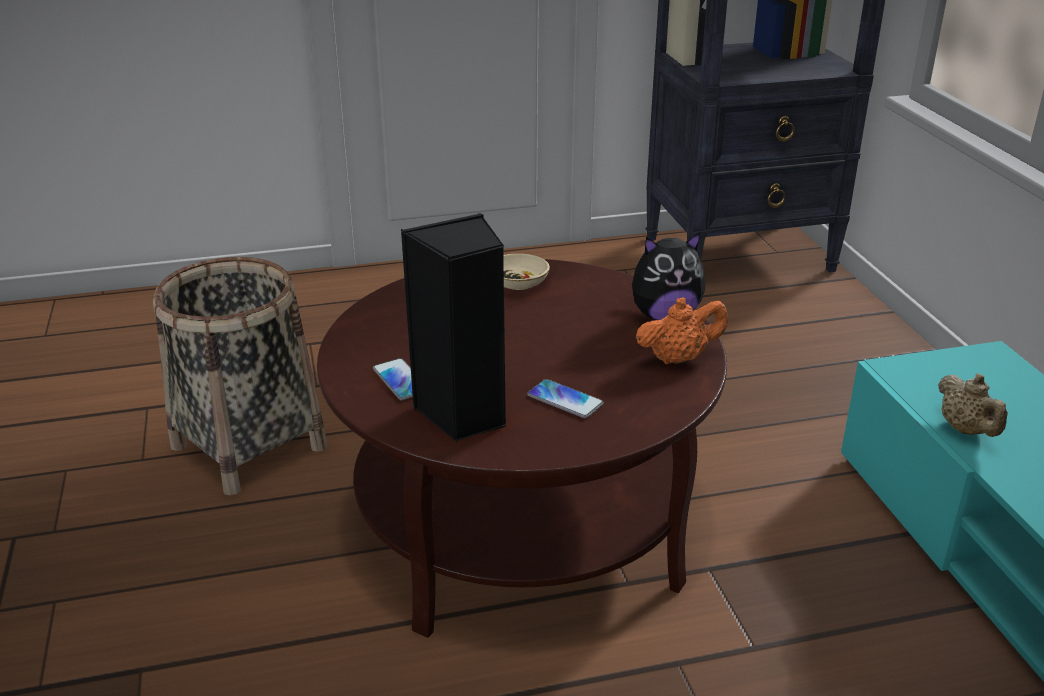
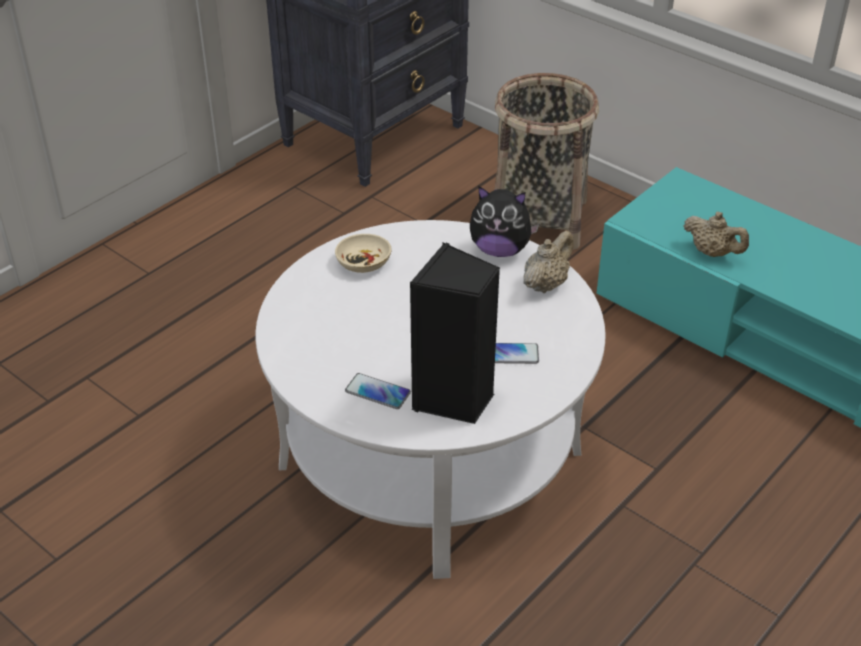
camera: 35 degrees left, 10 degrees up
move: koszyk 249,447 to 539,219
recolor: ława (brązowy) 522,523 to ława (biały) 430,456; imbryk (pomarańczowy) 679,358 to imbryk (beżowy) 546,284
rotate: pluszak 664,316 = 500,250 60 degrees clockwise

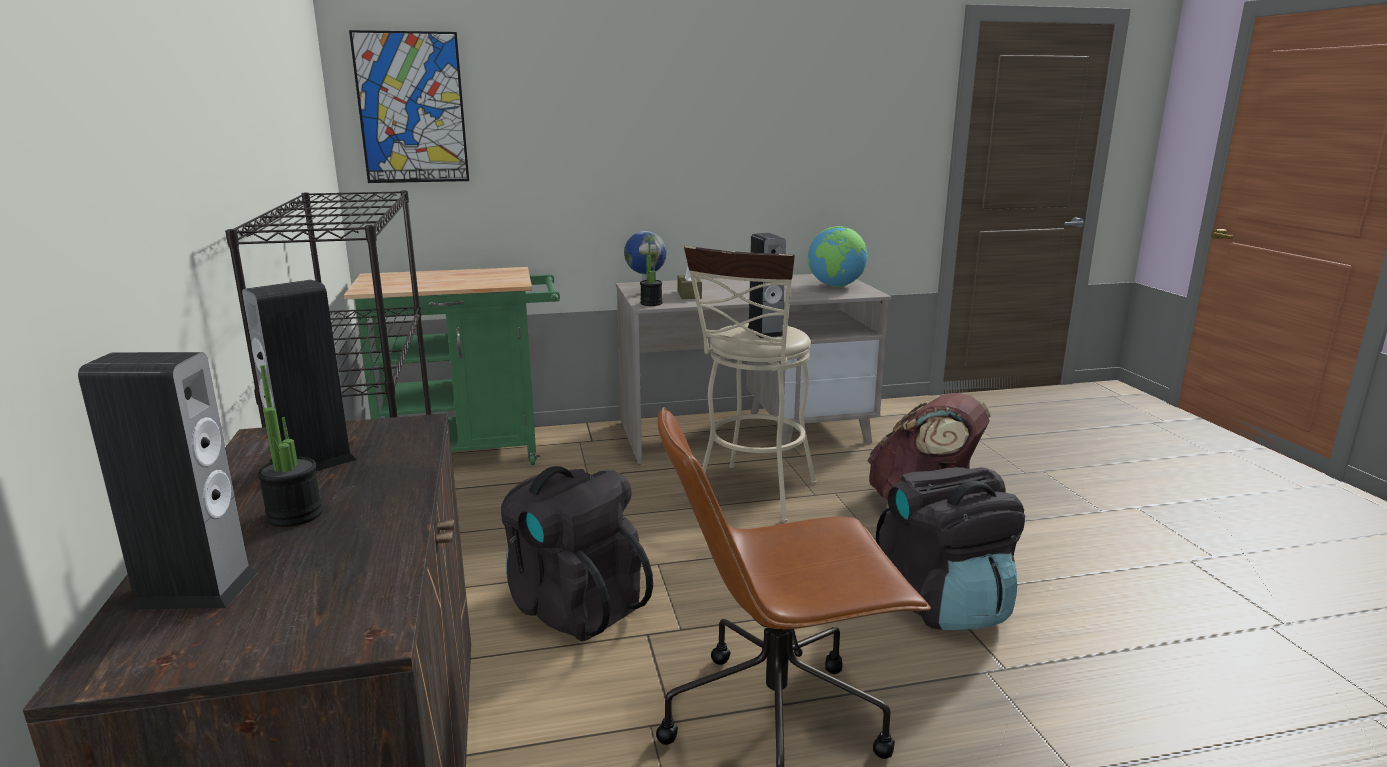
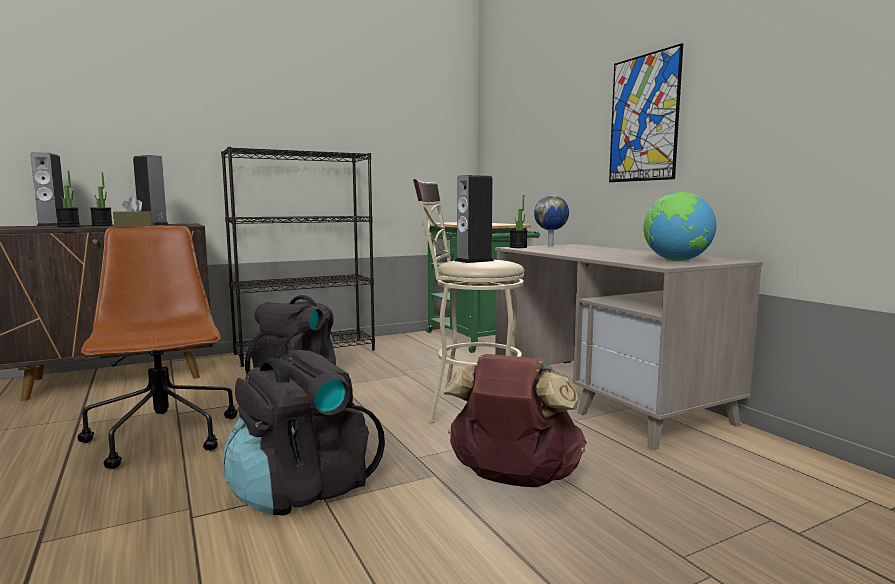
camera: 75 degrees right, 10 degrees down
insert: roślina doniczkowa 69,226
move: obraz 411,108 to 644,118; pudełko chusteczek (brązowy) 689,294 to 134,226

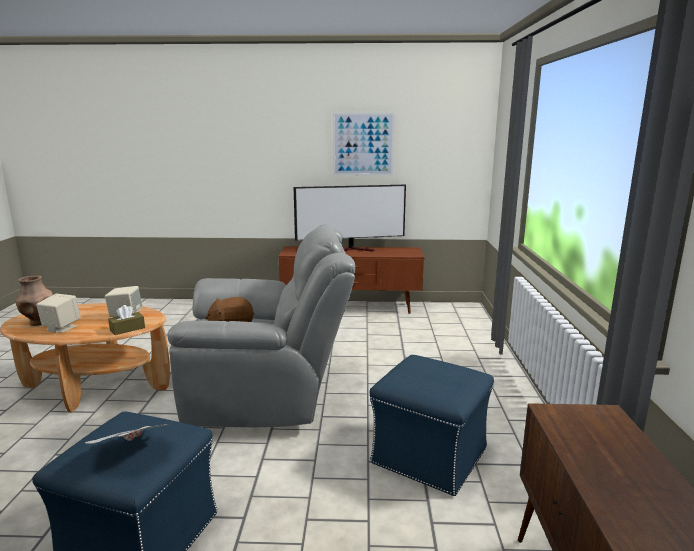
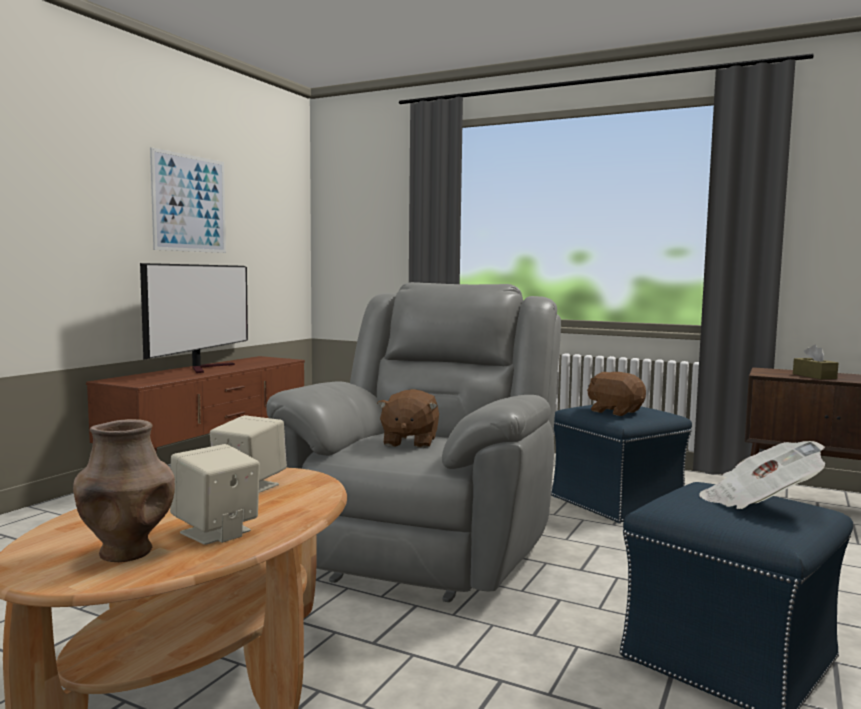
camera: 65 degrees left, 10 degrees down
insert: pluszak (brązowy) 615,412
move: pudełko chusteczek (brązowy) 127,329 to 814,376

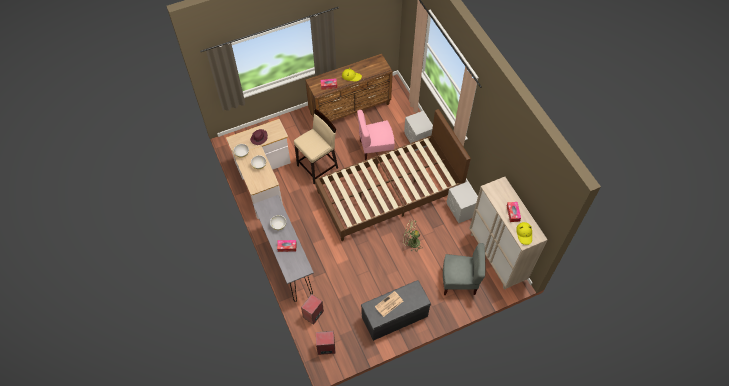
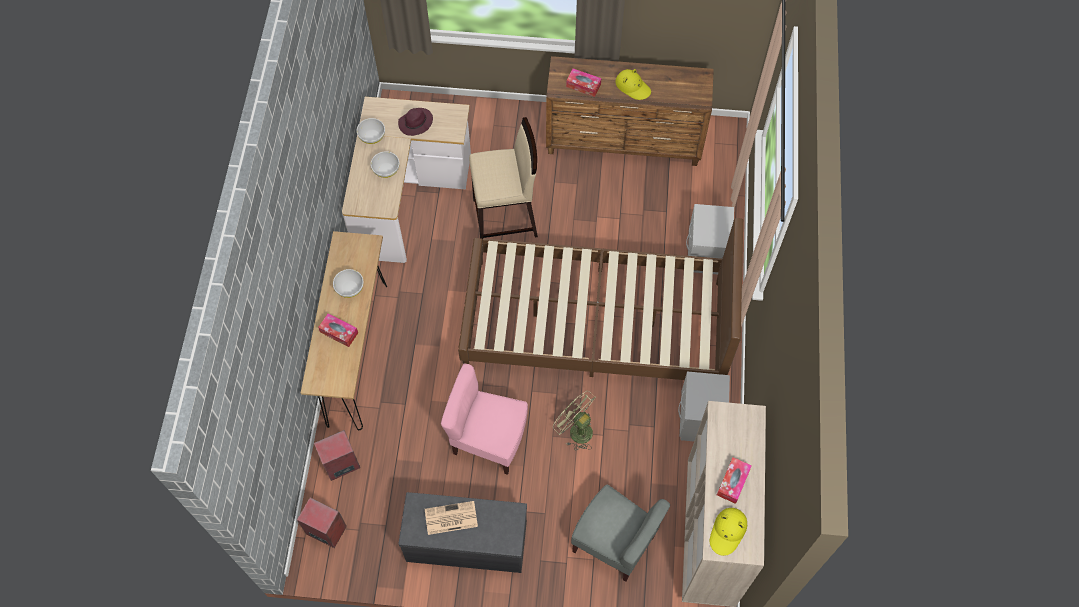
camera: 30 degrees right, 5 degrees up
move: krzesło (różowy) 375,148 to 489,439
recolor: stolik konsolowy (szary) 287,261 to stolik konsolowy (brązowy) 357,353

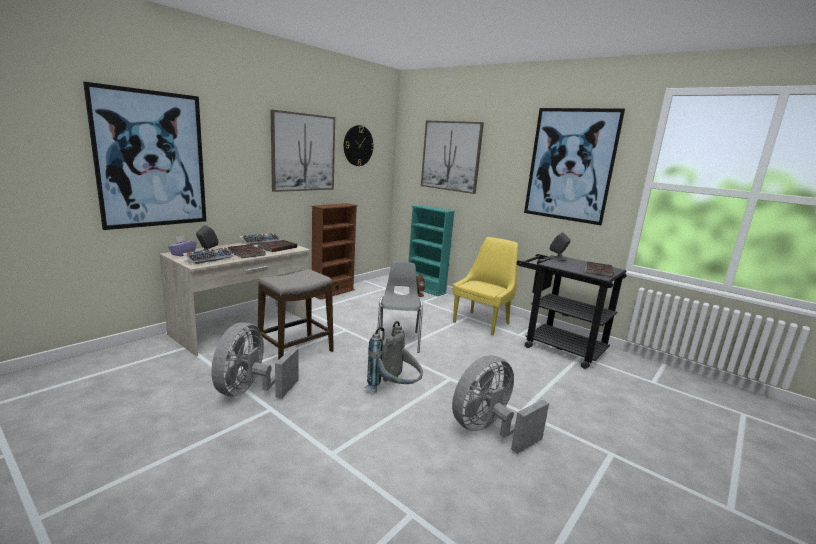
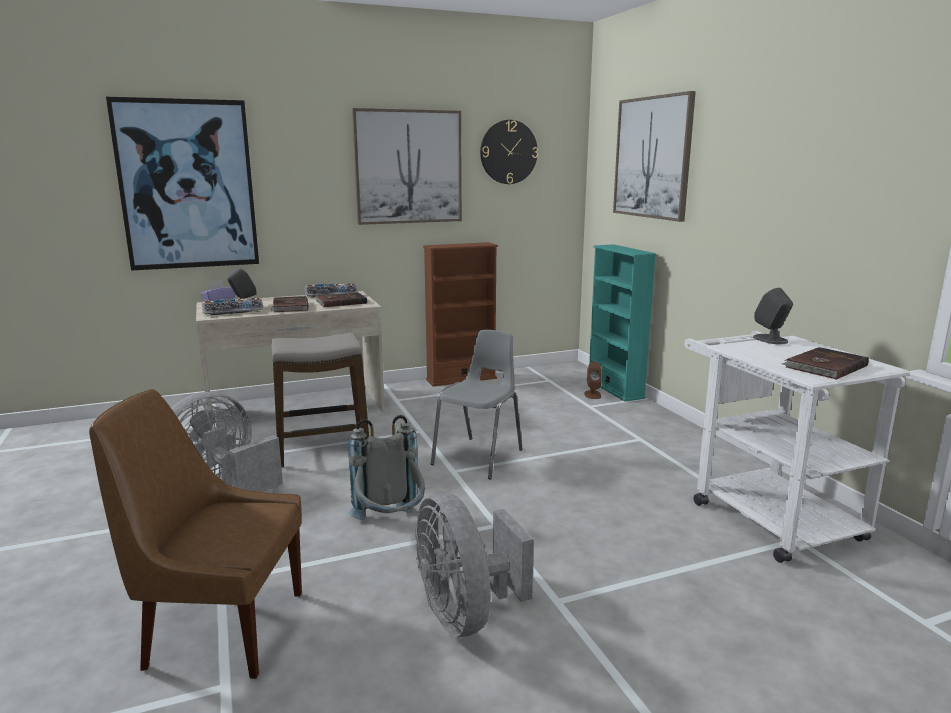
camera: 30 degrees right, 0 degrees up
delete: obraz 570,165; krzesło (żółty) 482,322
insert: krzesło (brązowy) 220,629
recolor: wózek (czarny) 557,346 to wózek (biały) 765,514
rotate: wentylator (szary) 489,430 = 466,614 105 degrees counterclockwise

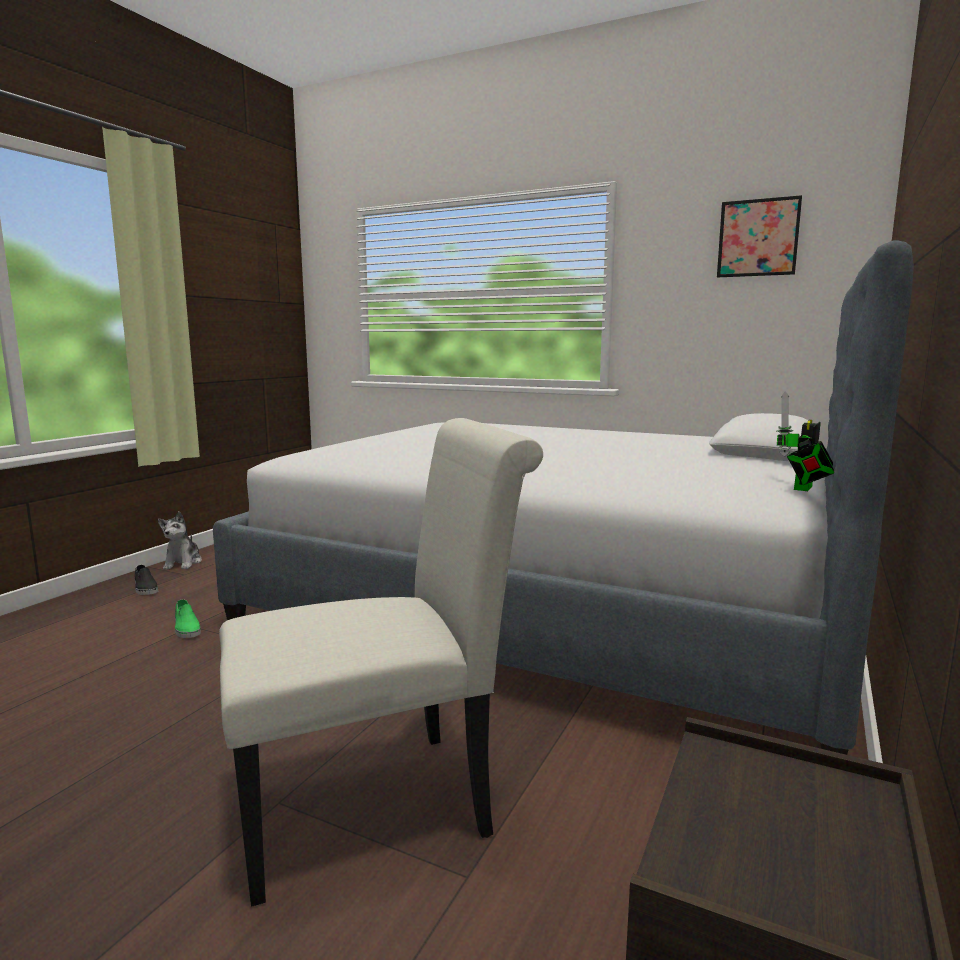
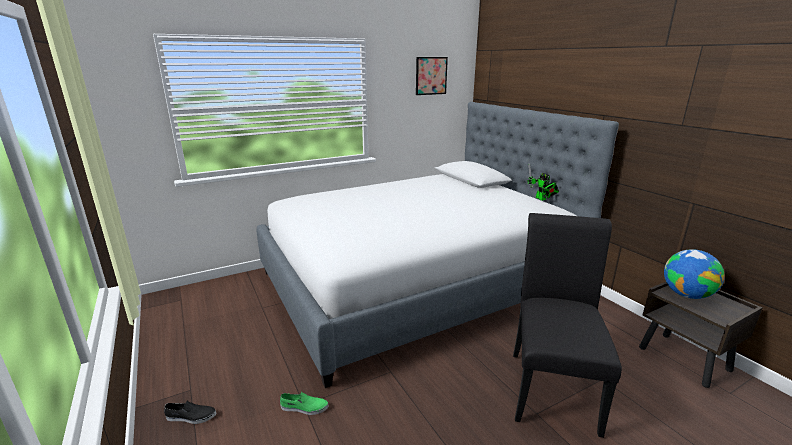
camera: 55 degrees left, 10 degrees up
delete: pluszak 183,563
insert: globus 686,294
recolor: krzesło (biały) 381,803 to krzesło (czarny) 551,384

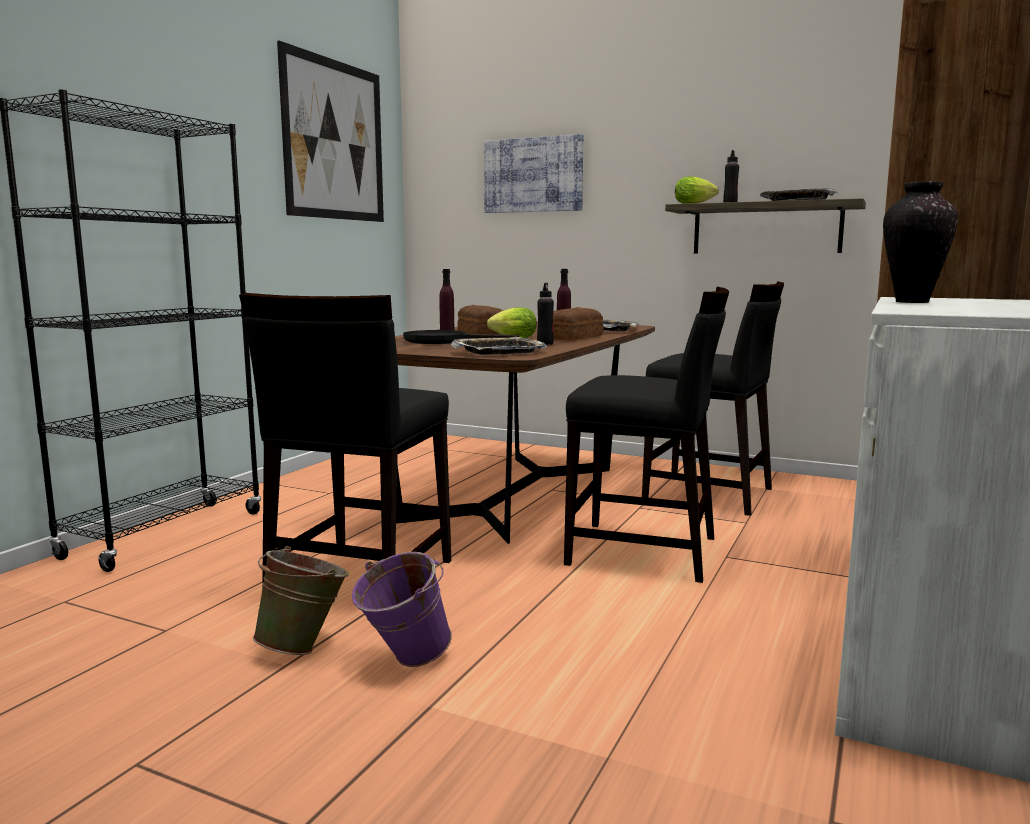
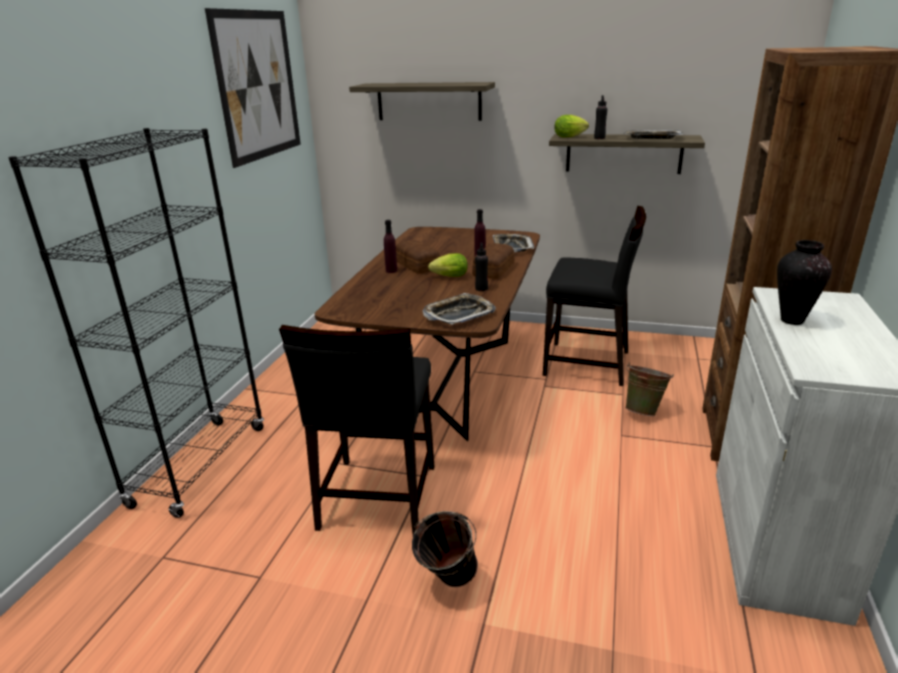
camera: 10 degrees left, 15 degrees up
delete: krzesło (czarny) 644,551; patelnia (czarny) 445,341
move: wiadro (zielony) 305,647 to 644,411
replace: obraz 533,175 to półka 429,101
recolor: wiadro (fioletowy) 403,662 to wiadro (czarny) 447,582

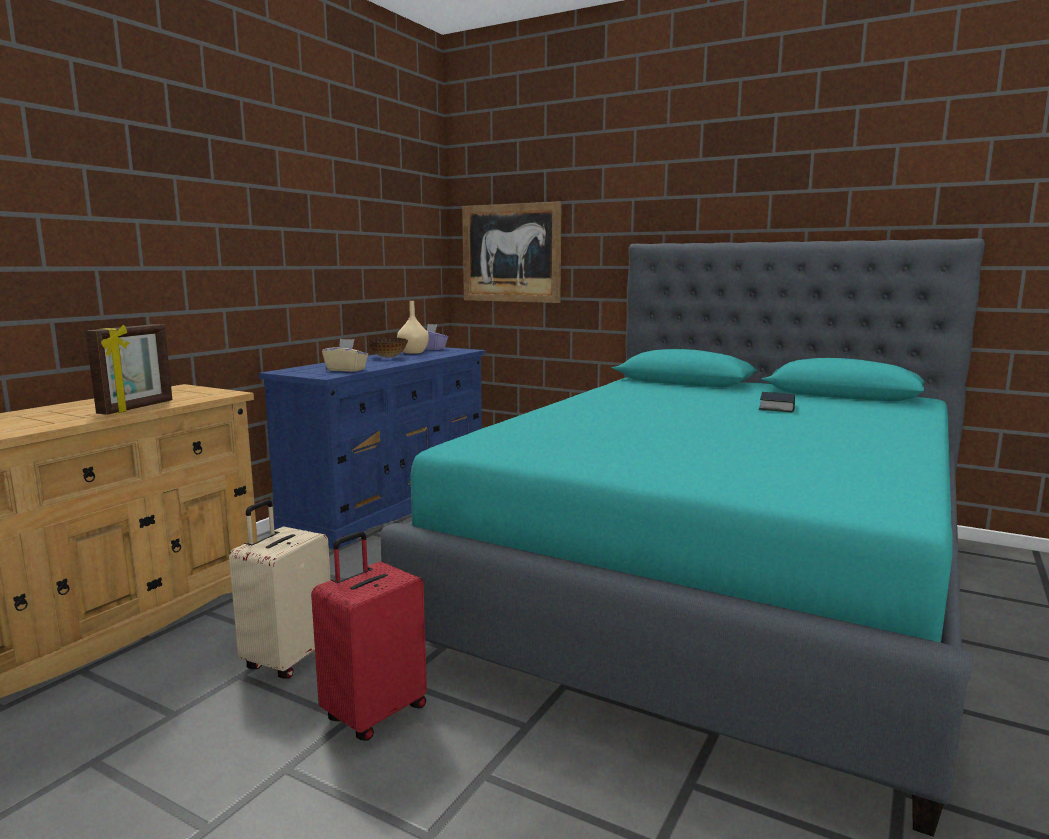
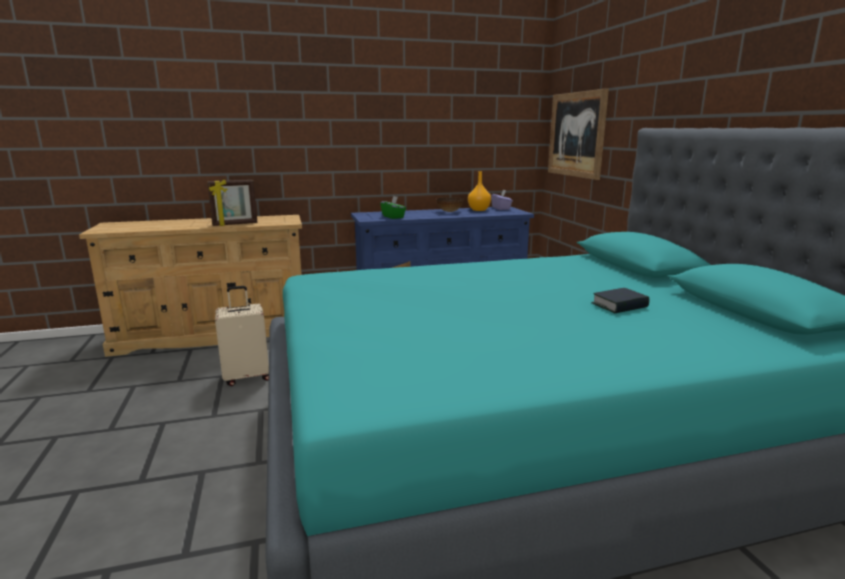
camera: 45 degrees right, 5 degrees up
delete: walizka (czerwony) 374,713
recolor: wazon (beżowy) 413,352 to wazon (pomarańczowy) 479,210; pudełko chusteczek (beżowy) 346,370 to pudełko chusteczek (zielony) 393,217

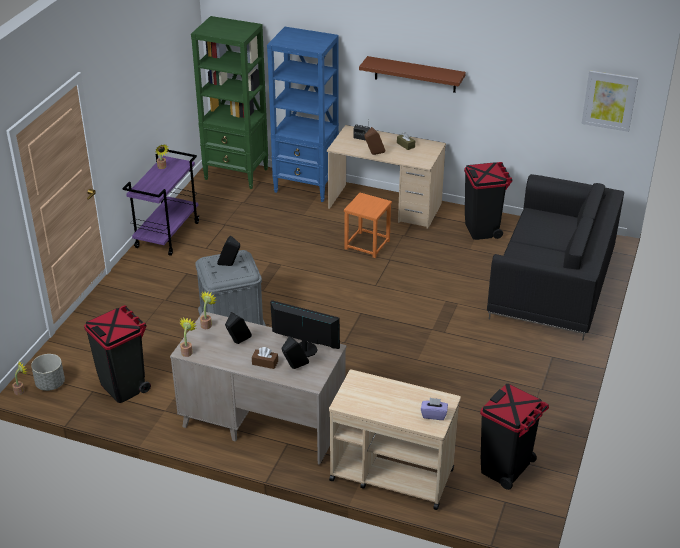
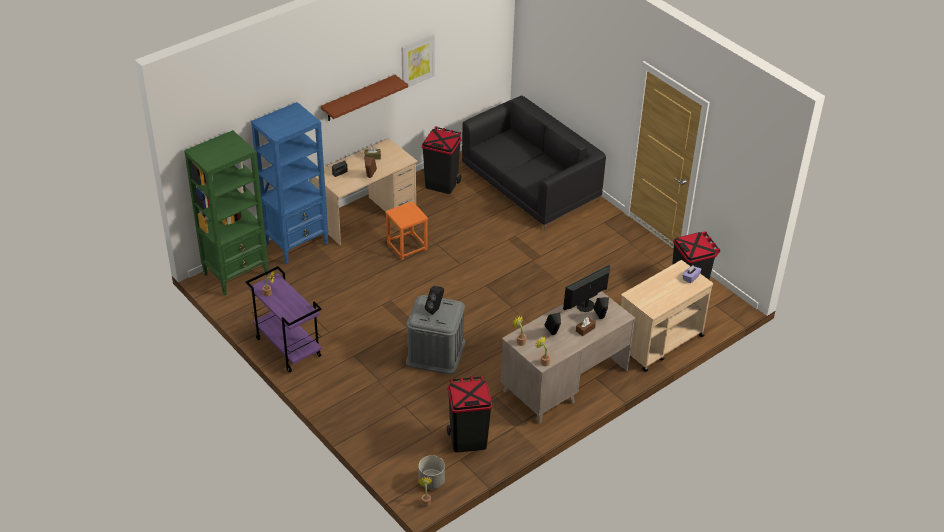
camera: 60 degrees left, 5 degrees up
move: obraz 609,100 to 417,61

